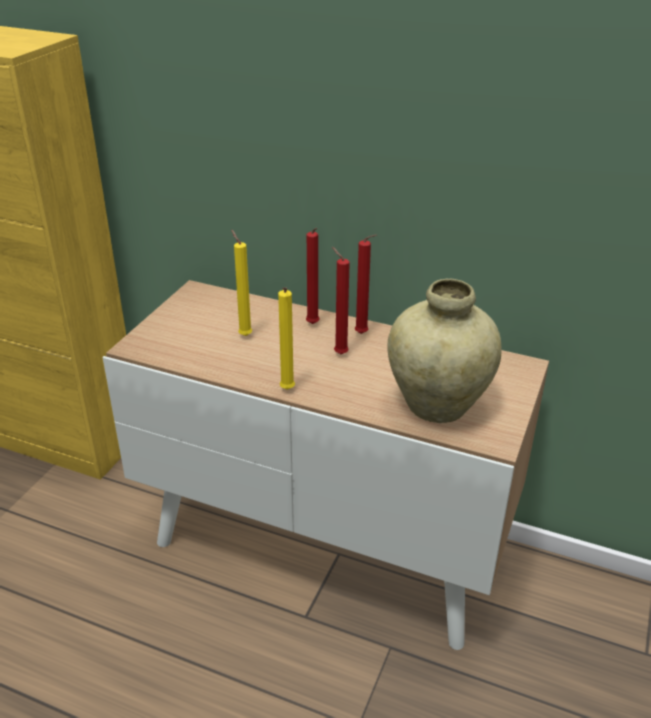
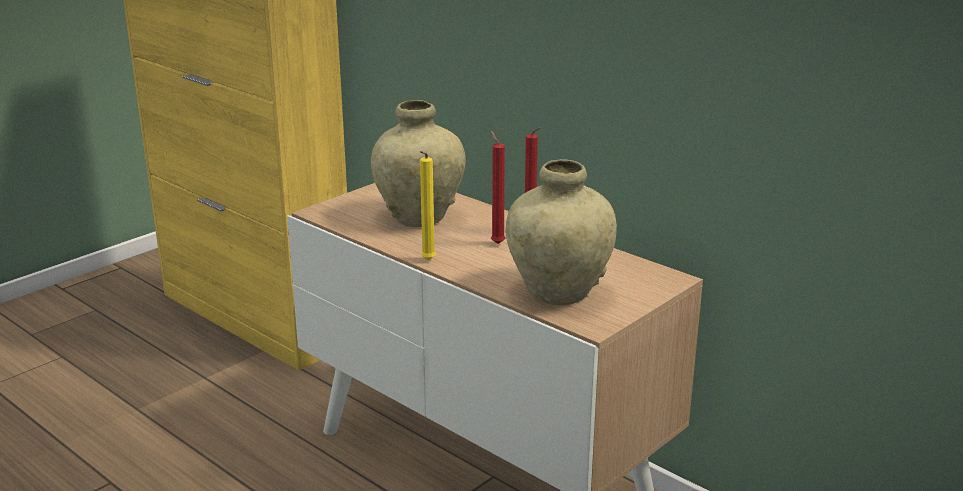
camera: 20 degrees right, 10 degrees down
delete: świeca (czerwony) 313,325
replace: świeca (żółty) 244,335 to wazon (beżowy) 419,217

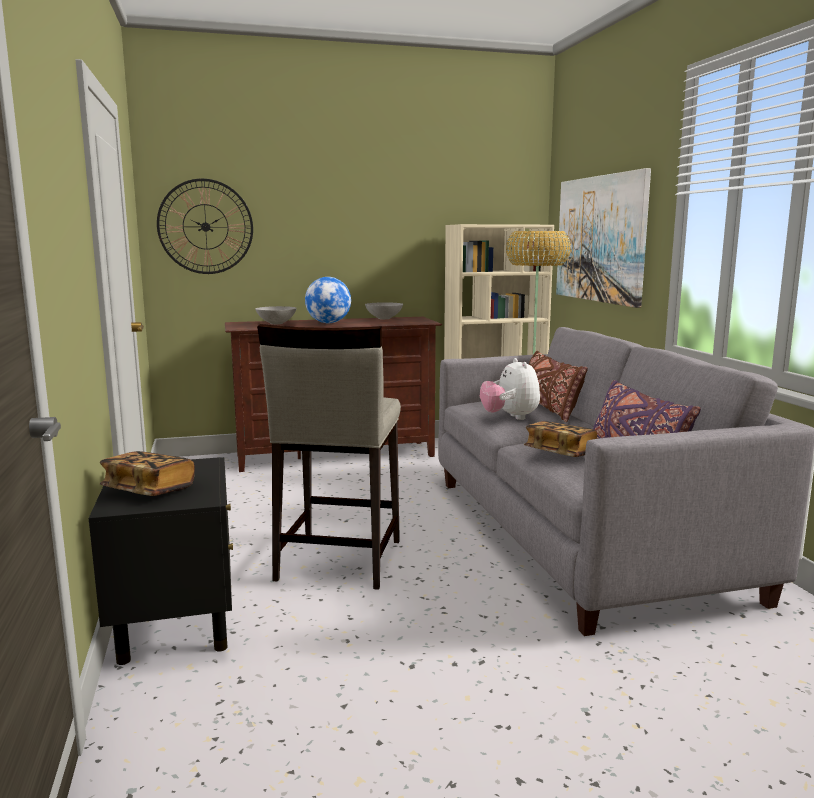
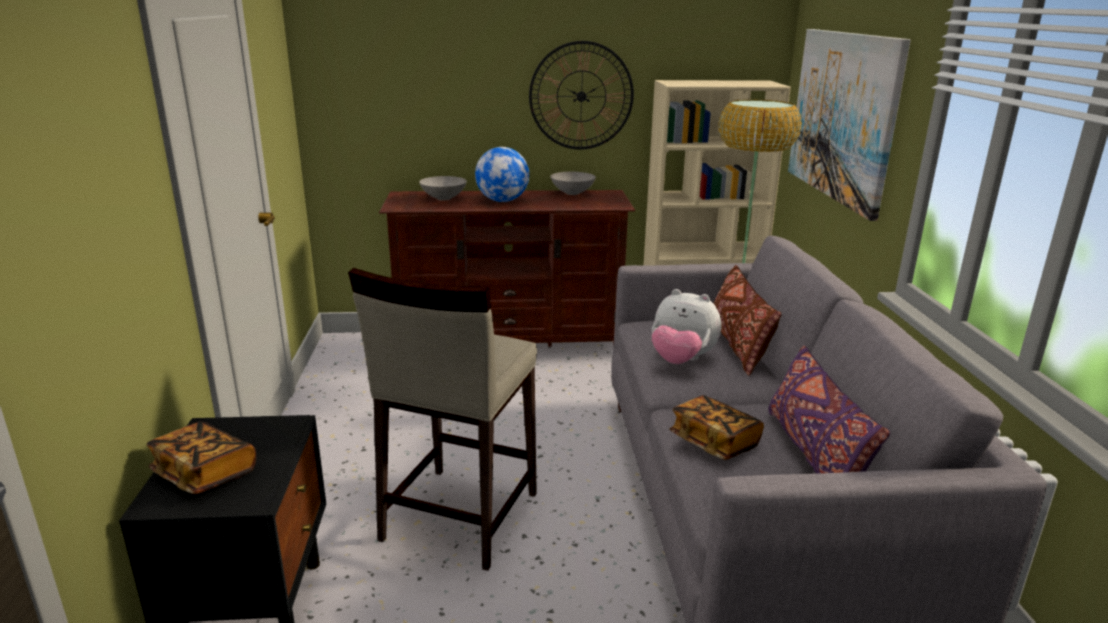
camera: 10 degrees right, 10 degrees up
move: zegar ścienny 205,227 to 581,96
rotate: pluszak 510,417 = 681,360 60 degrees counterclockwise

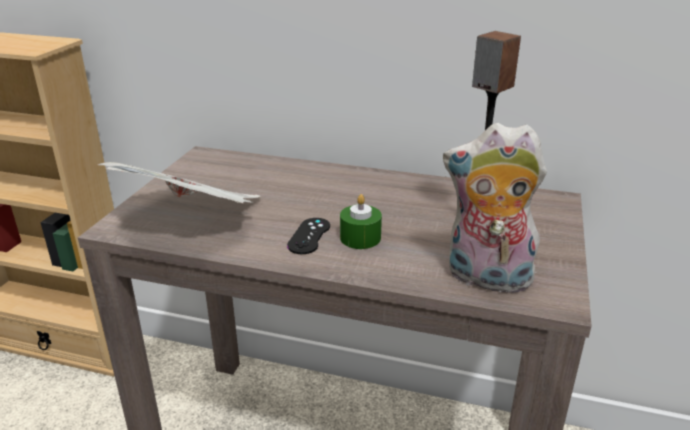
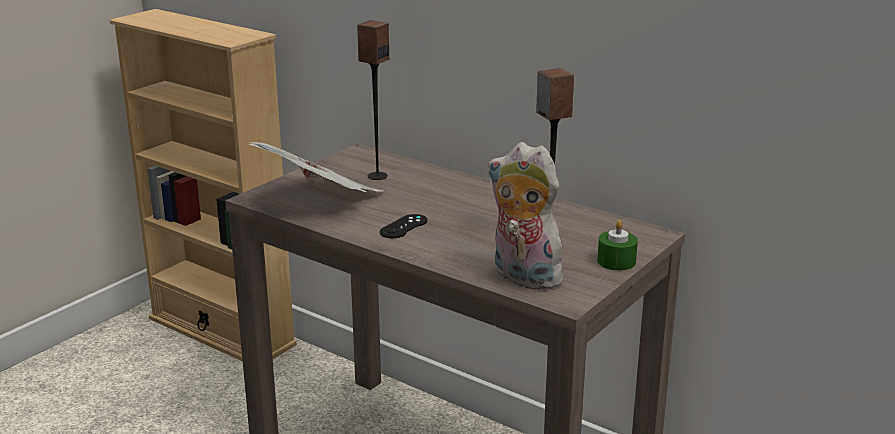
camera: 20 degrees right, 5 degrees down
insert: głośnik 377,176
move: świeca (zielony) 360,238 to 616,261

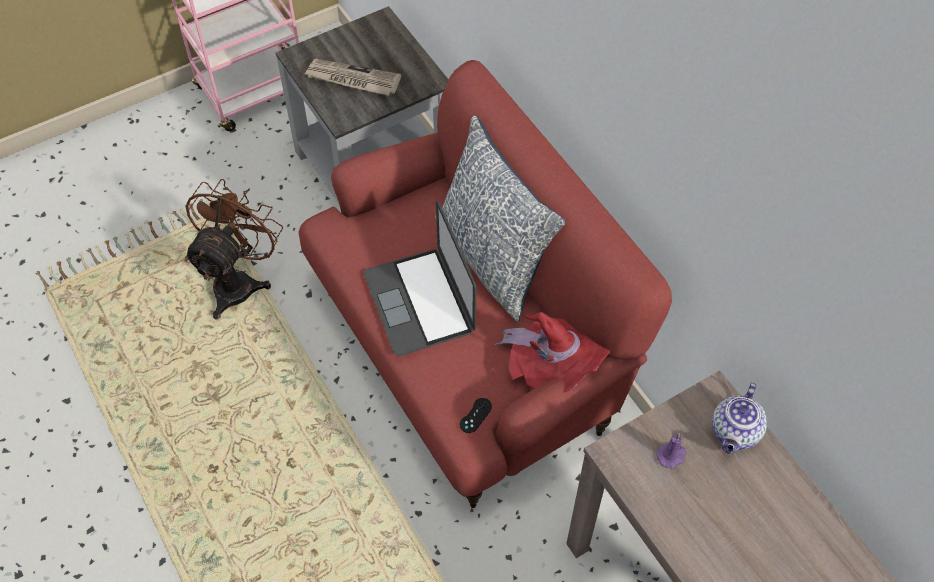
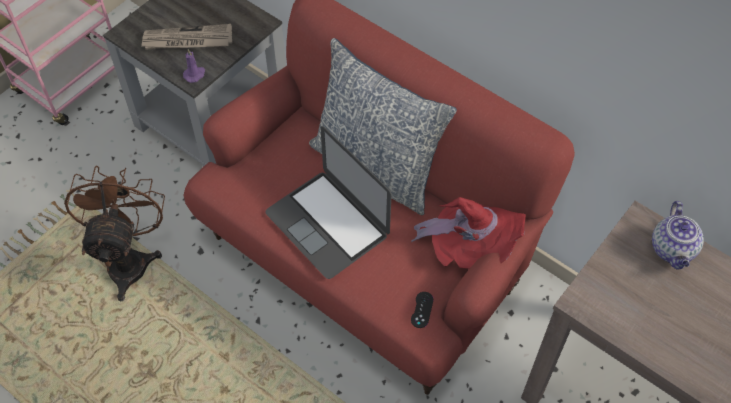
camera: 20 degrees left, 0 degrees up
move: świeca (fioletowy) 672,455 to 195,74

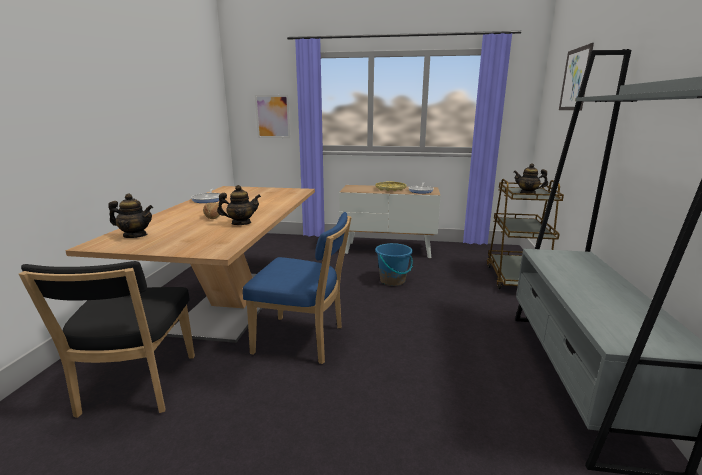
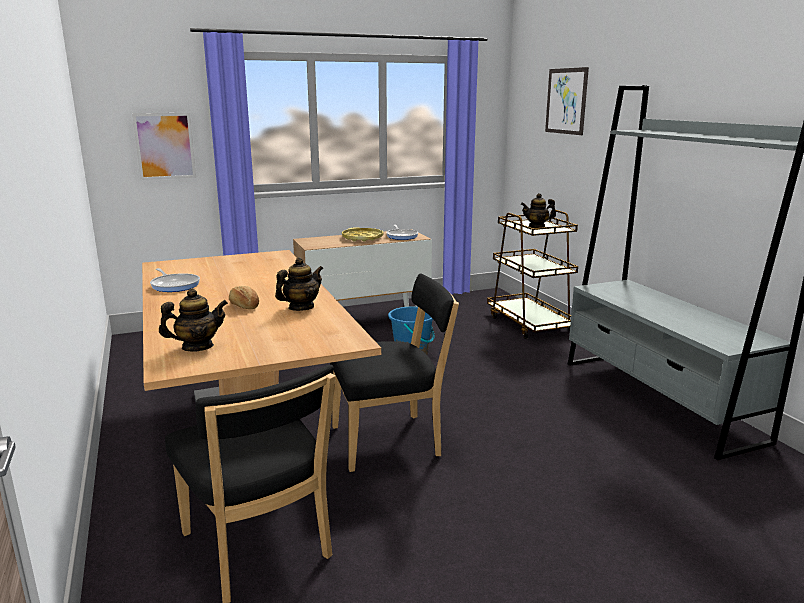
camera: 30 degrees left, 0 degrees up
recolor: krzesło (niebieski) 303,340 to krzesło (czarny) 391,441

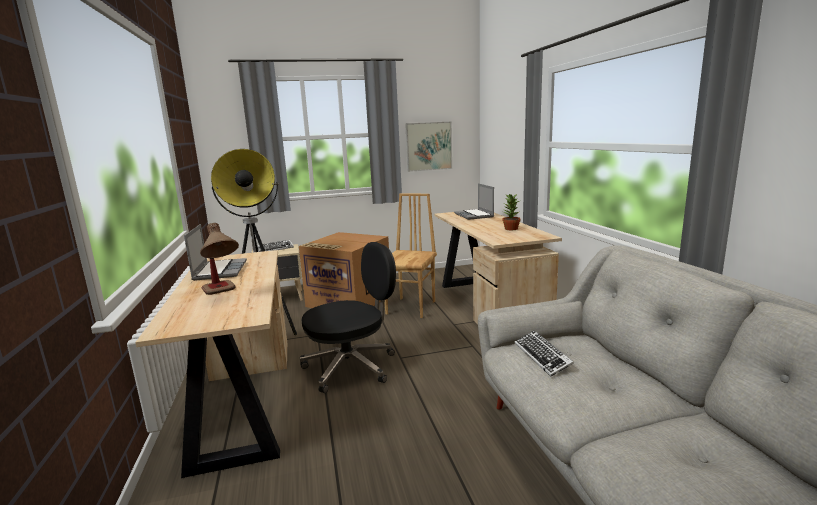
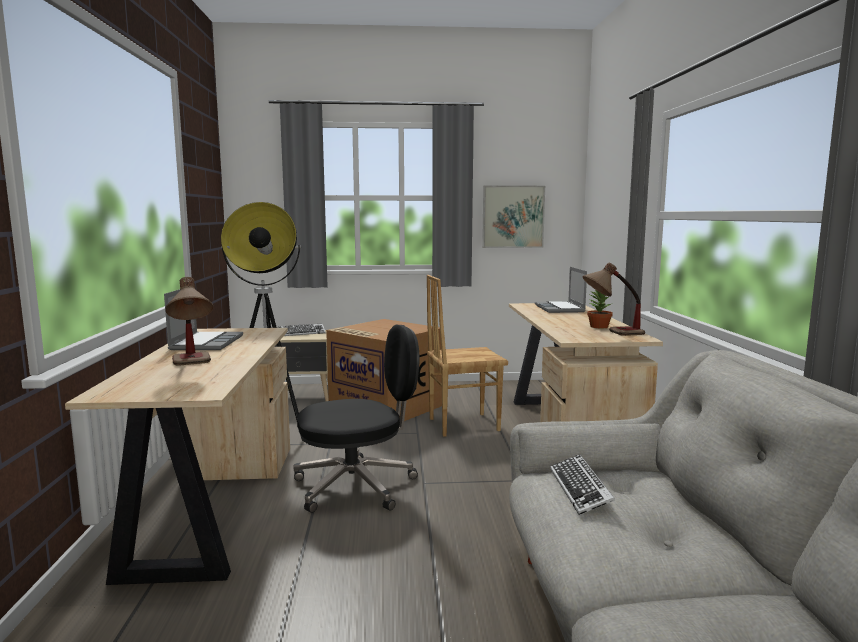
camera: 10 degrees right, 5 degrees down
insert: lampa stołowa 611,333
rotate: krzesło (brązowy) 412,307 = 463,424 135 degrees counterclockwise

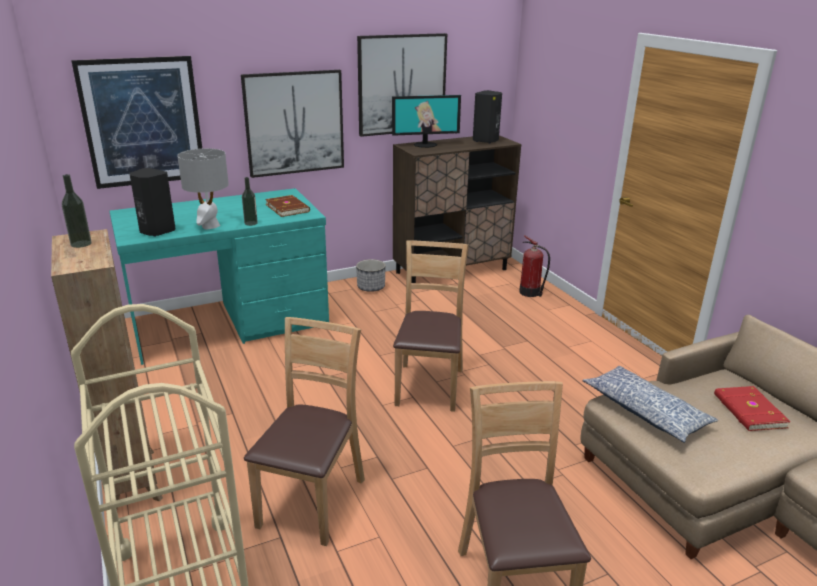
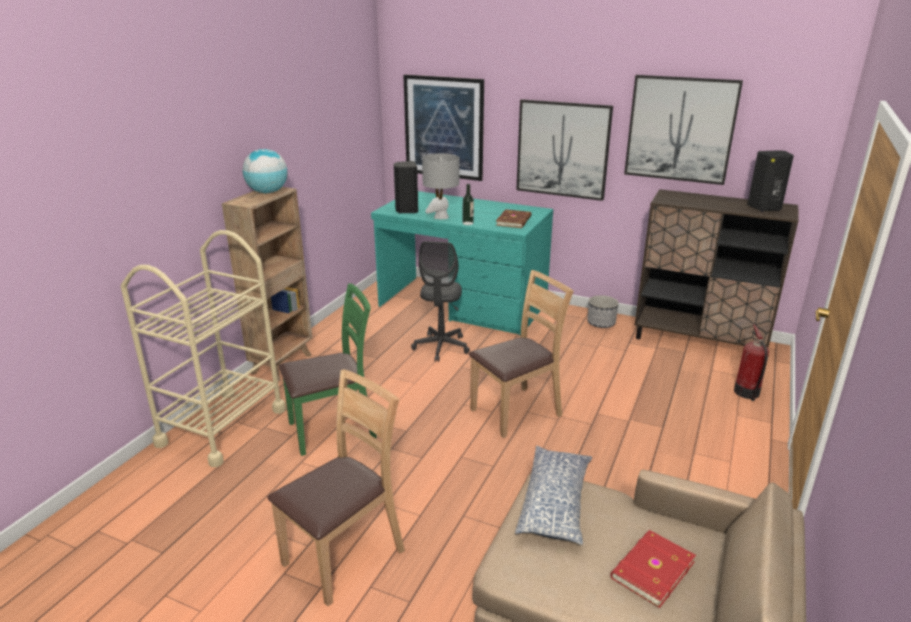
camera: 50 degrees right, 0 degrees up
delete: monitor 425,144
insert: krzesło biurowe (szary) 441,347
replace: butelka 81,244 to globus 267,192
recolor: krzesło (brązowy) 311,501 to krzesło (zielony) 333,429

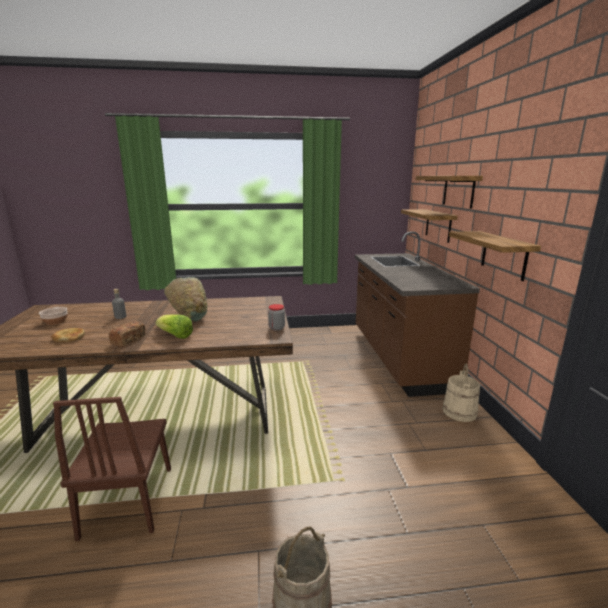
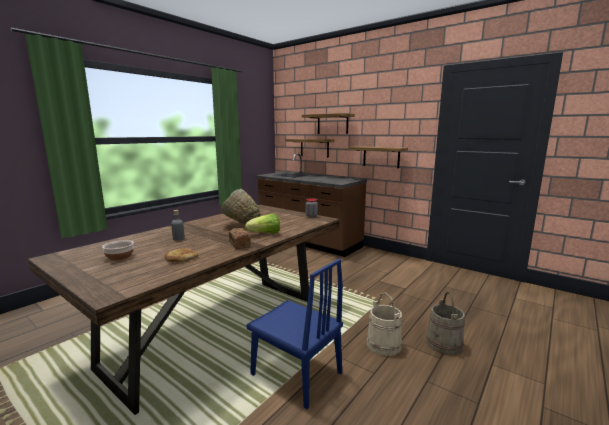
camera: 45 degrees left, 5 degrees down
move: wiadro (beżowy) 459,412 to 383,345
recolor: krzesło (brązowy) 128,501 to krzesło (niebieski) 296,373

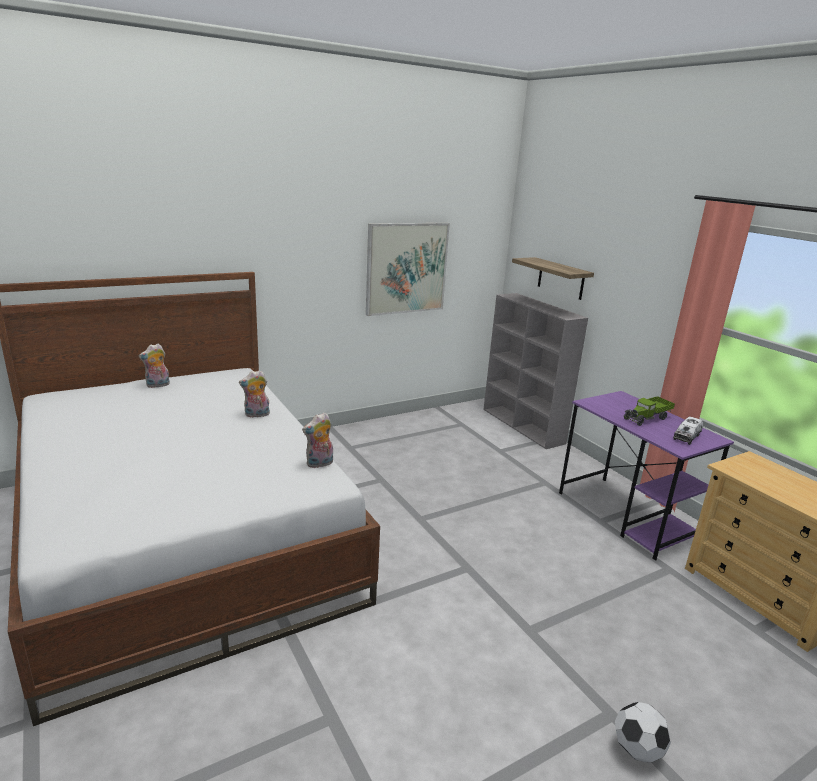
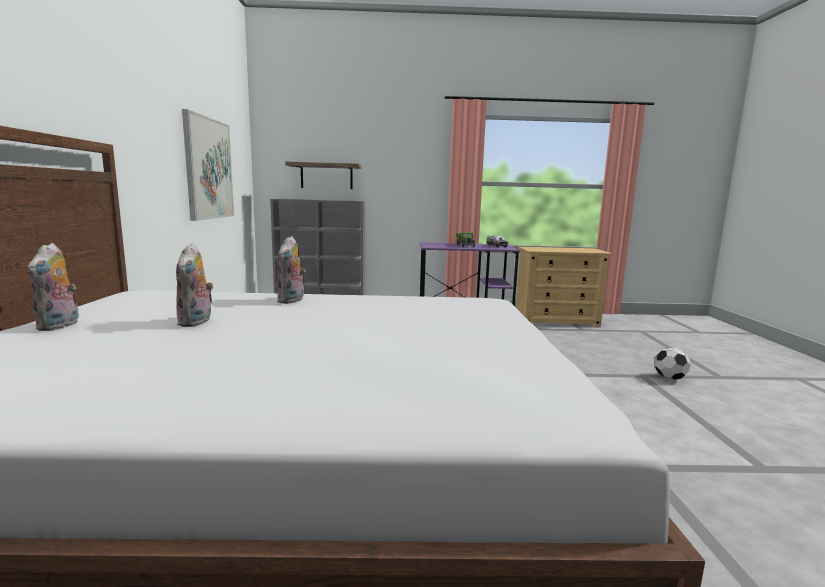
camera: 60 degrees left, 10 degrees down
move: pluszak 319,464 to 196,322

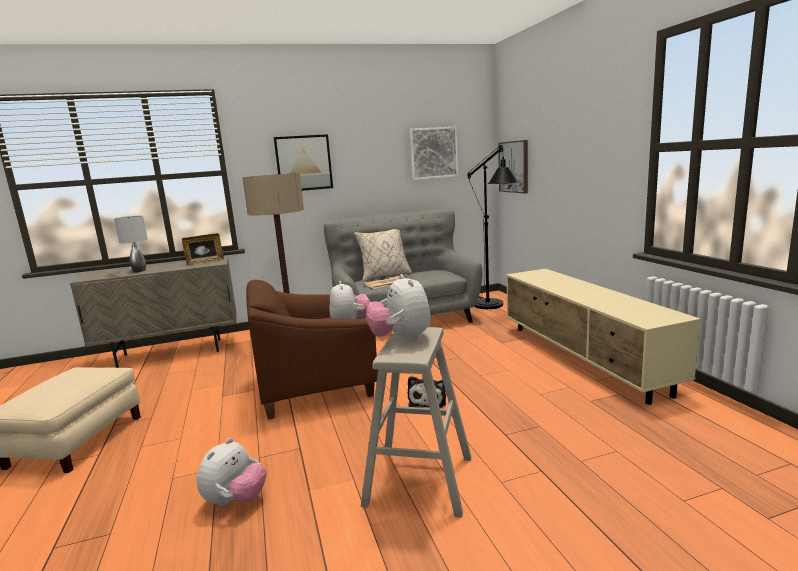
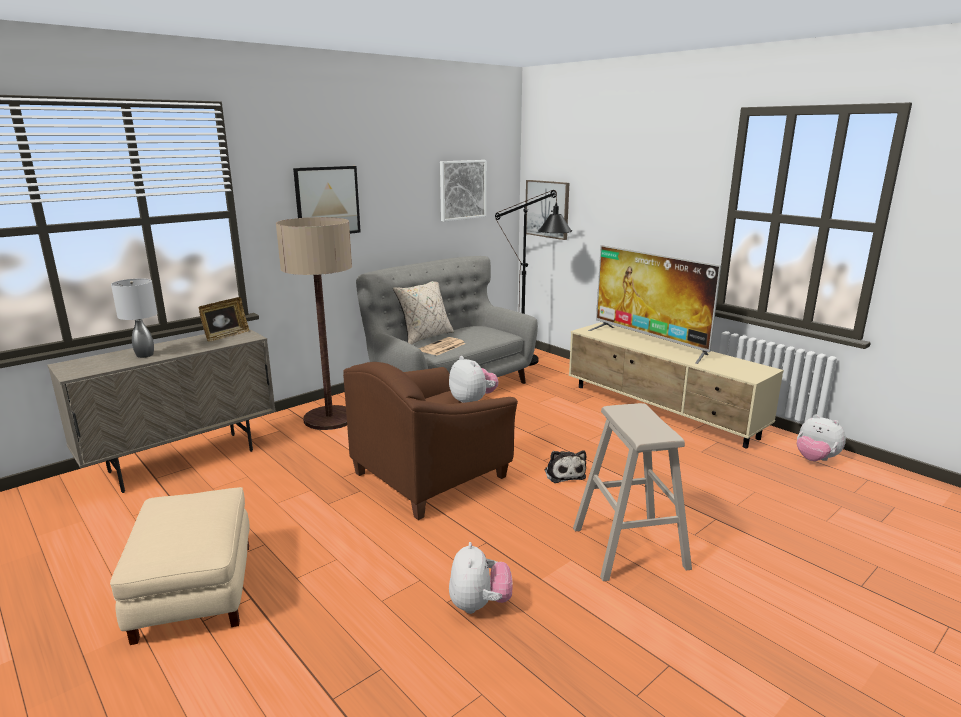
camera: 25 degrees left, 5 degrees up
insert: telewizor 649,342
move: pluszak 401,339 to 815,459

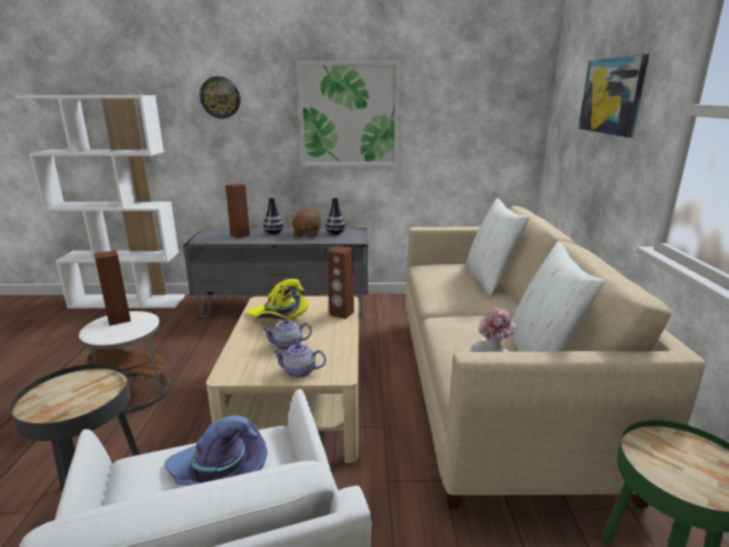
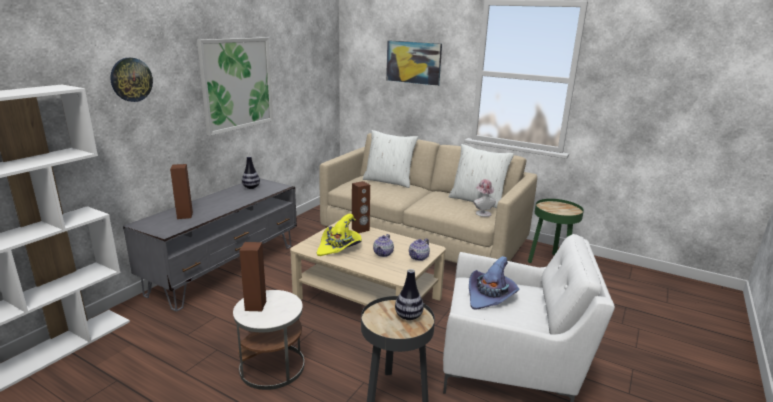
camera: 60 degrees left, 0 degrees up
delete: pluszak (brązowy) 306,234
move: wazon 274,233 to 408,316

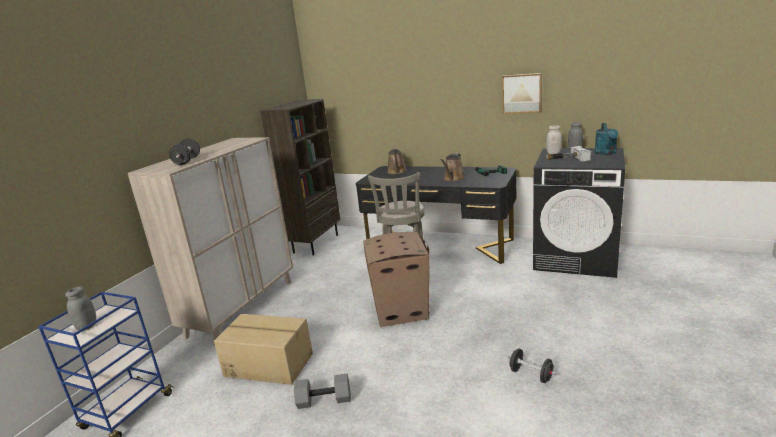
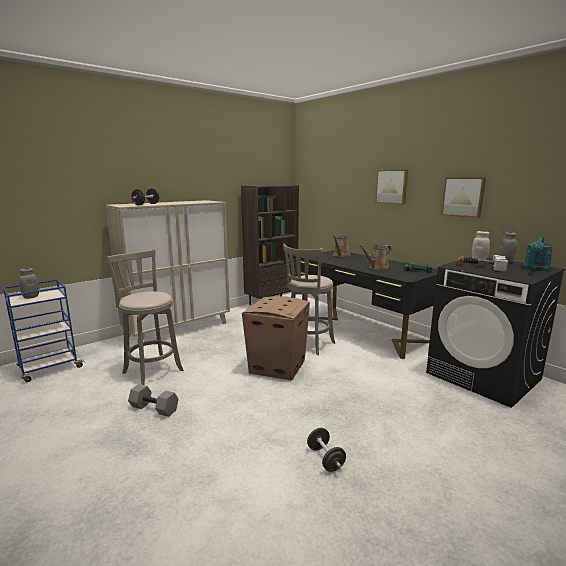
camera: 25 degrees right, 5 degrees down
insert: obraz 392,186
replace: karton 269,364 to stołek (szary) 151,370

